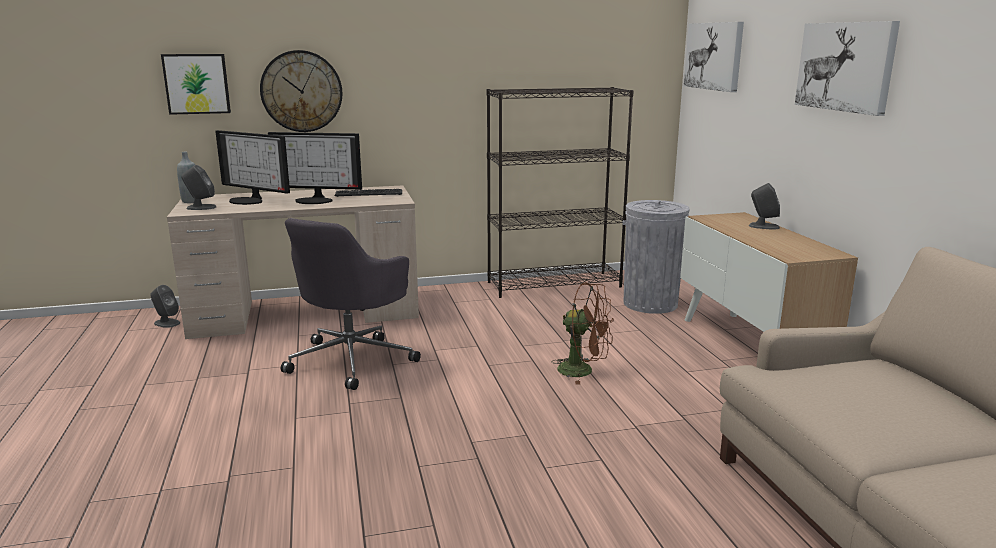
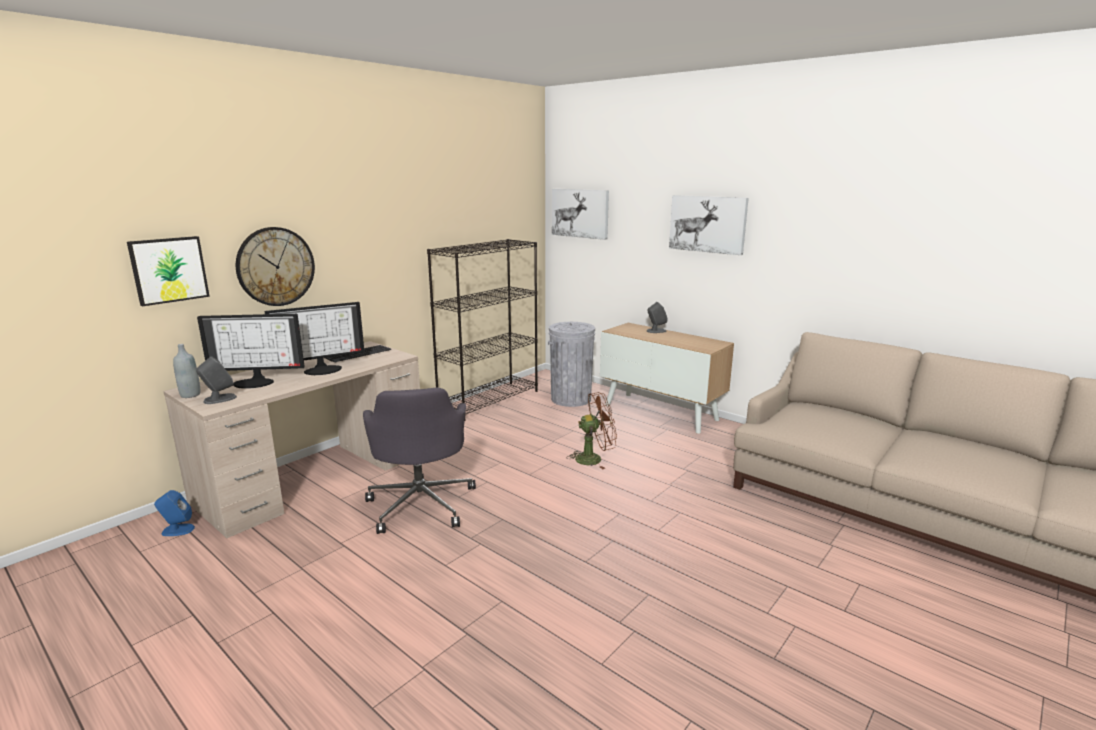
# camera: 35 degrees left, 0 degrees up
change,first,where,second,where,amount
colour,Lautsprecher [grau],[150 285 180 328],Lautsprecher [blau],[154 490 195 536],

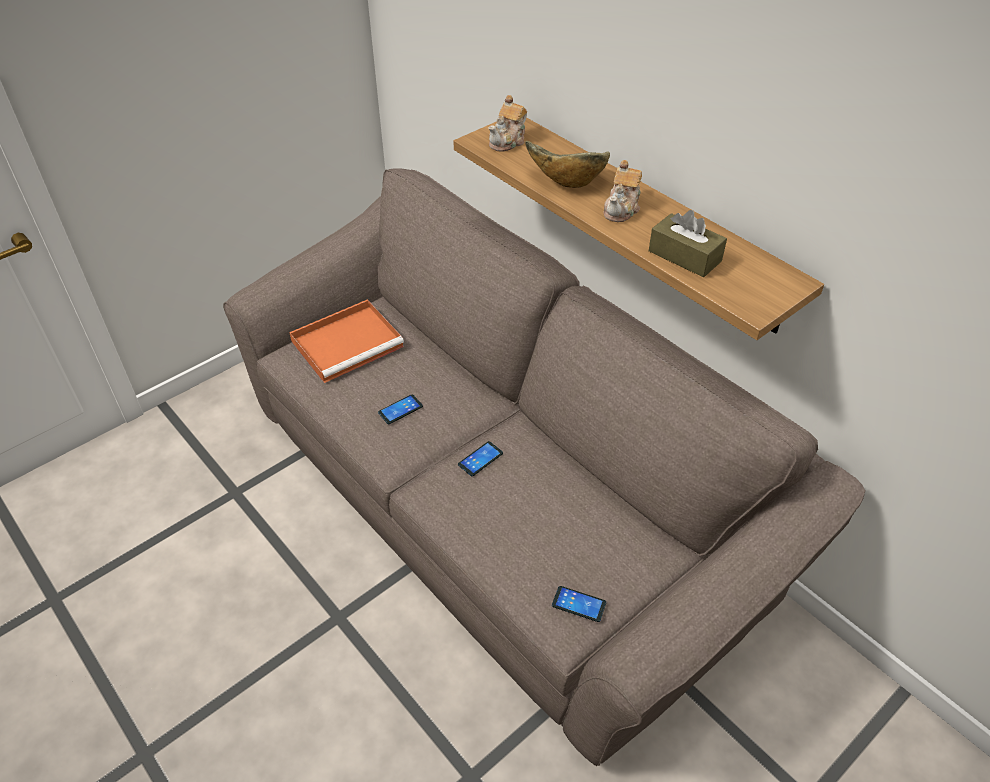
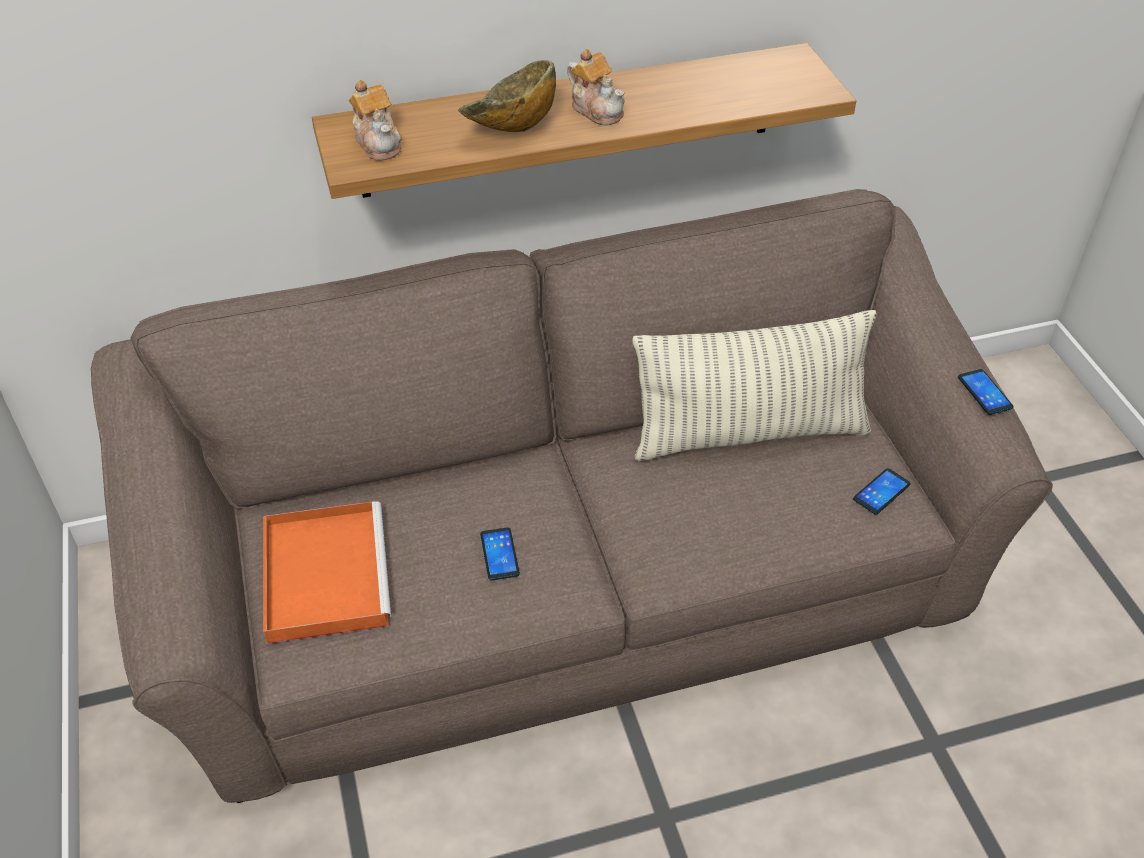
# camera: 65 degrees left, 0 degrees up
change,first,where,second,where,amount
missing,Taschentuchbox [braun],[649 210 727 277],,,
relocated,Handy,[458 441 503 476],,[958 369 1014 415],
appeared,,,Kissen,[632 310 877 461],

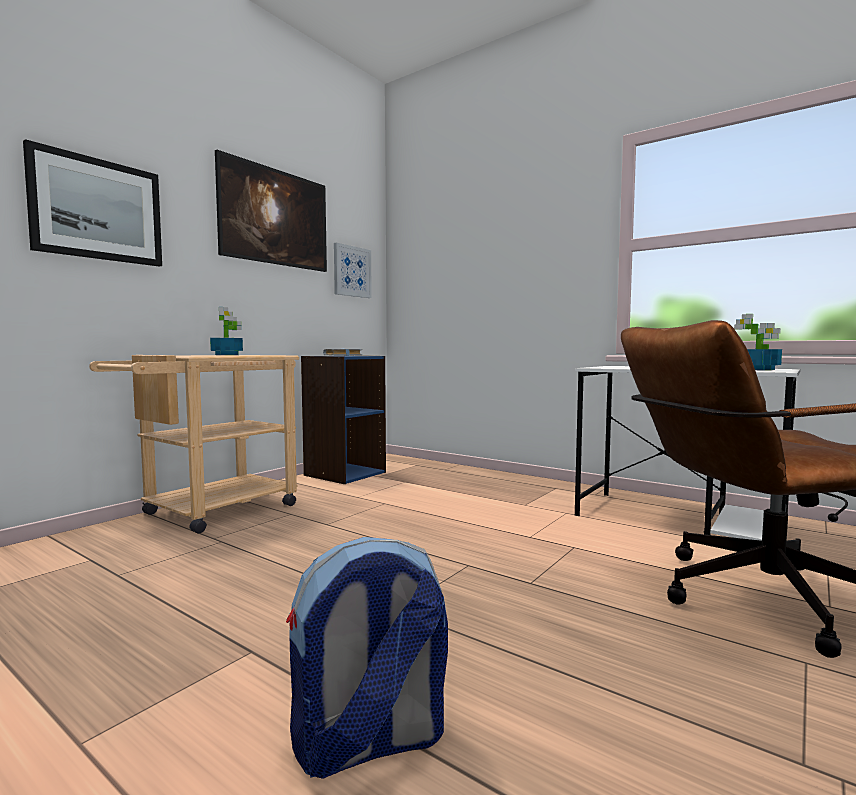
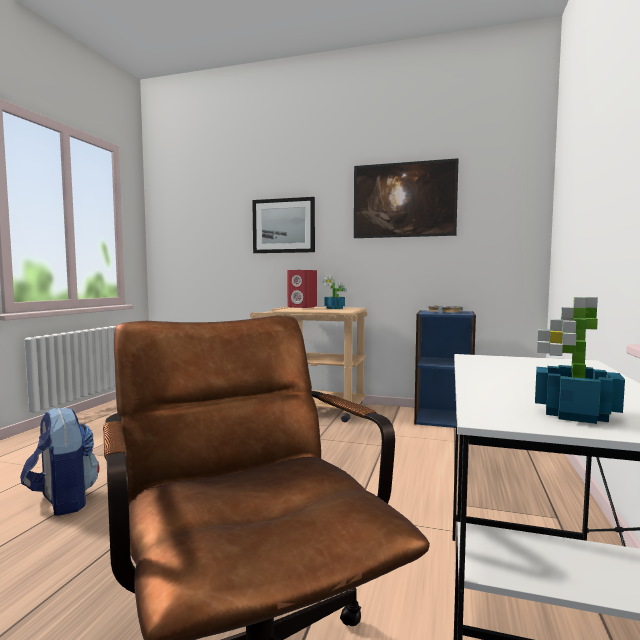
# camera: 70 degrees right, 0 degrees up
change,first,where,second,where,amount
missing,Bild,[334 243 372 298],,,
appeared,,,Lautsprecher [rot],[287 270 317 308],

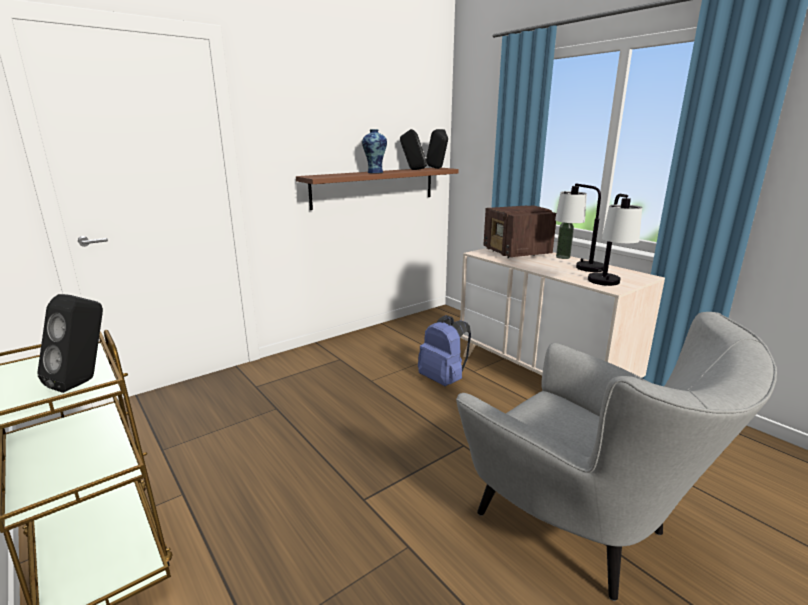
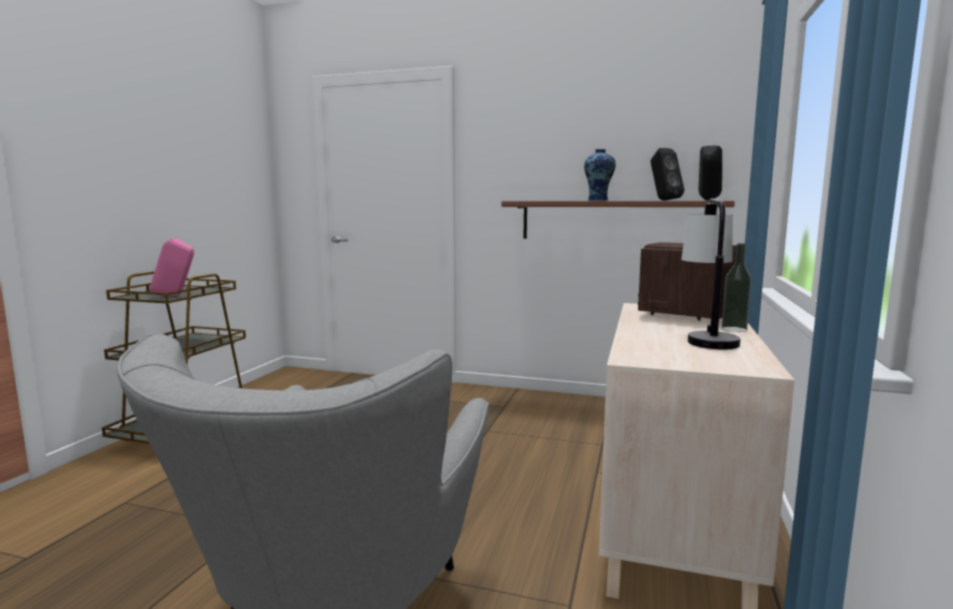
# camera: 55 degrees right, 10 degrees down
change,first,where,second,where,amount
missing,Tischlampe,[588 194 642 286],,,
colour,Lautsprecher [schwarz],[37 294 103 393],Lautsprecher [rosa],[150 238 194 296],
missing,Rucksack [blau],[418 315 471 386],,,

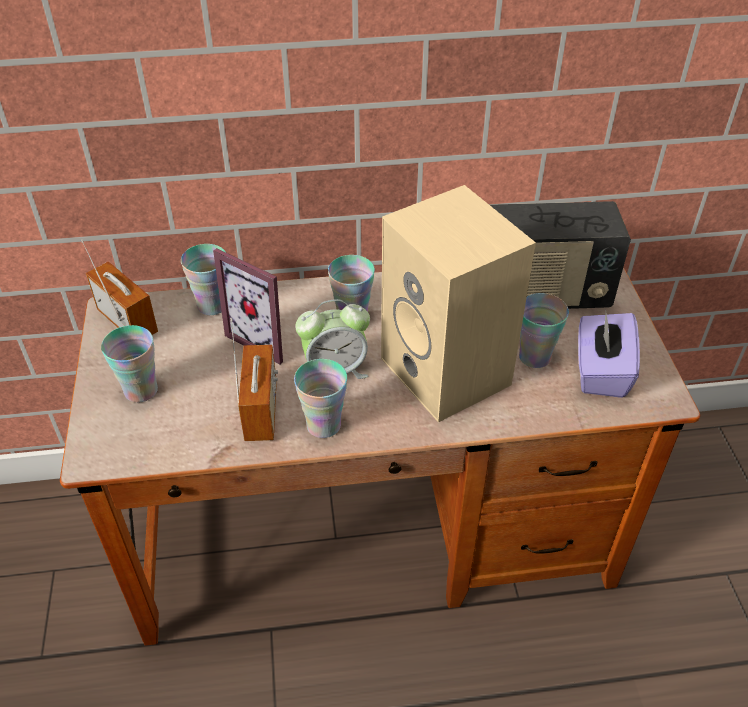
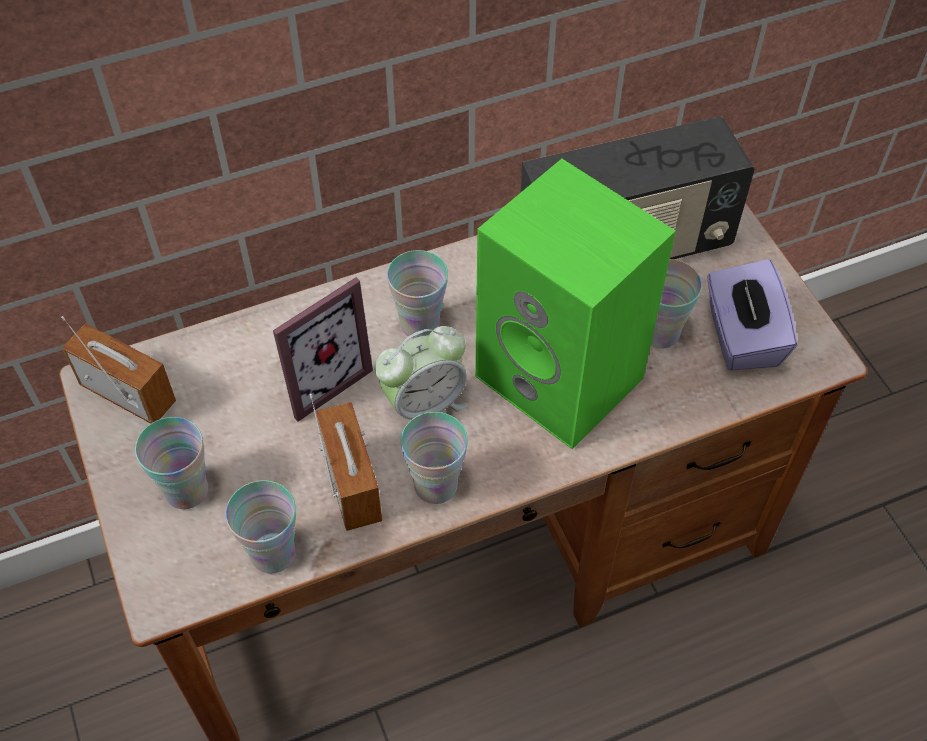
# camera: 15 degrees left, 10 degrees up
change,first,where,second,where,amount
colour,Lautsprecher [beige],[381 185 536 422],Lautsprecher [grün],[475 159 676 449],
relocated,Tasse,[181 244 226 315],,[225 480 296 574],
spun,Bilderrahmen,[213 248 283 365],,[273 278 373 422],60 degrees counterclockwise

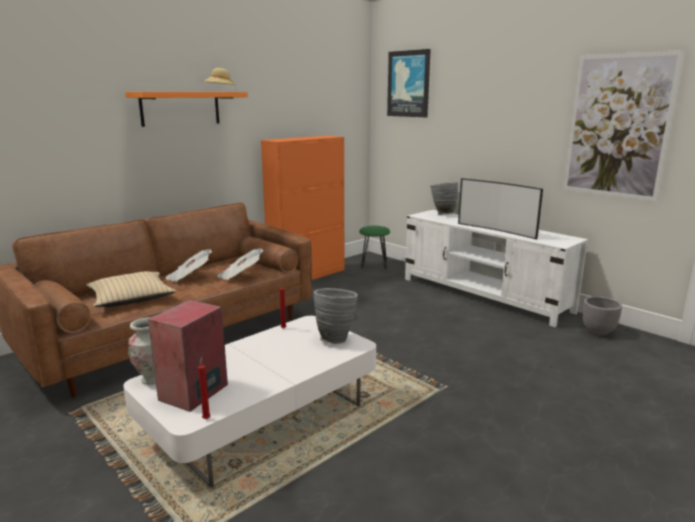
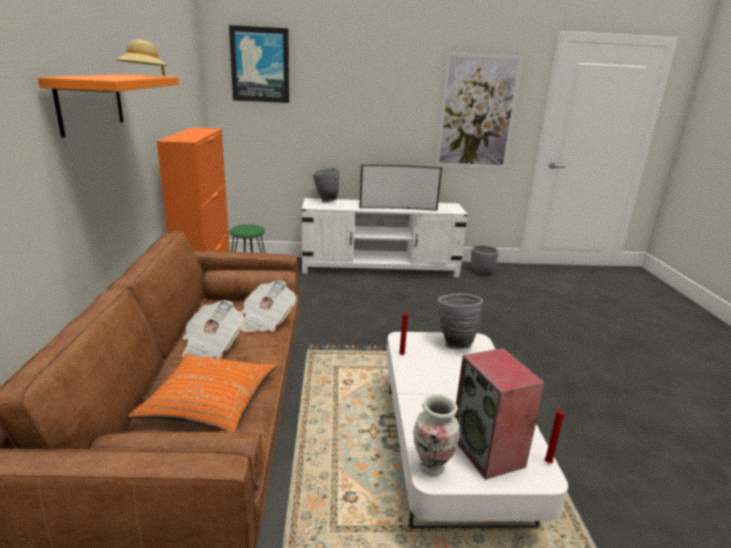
# camera: 50 degrees left, 5 degrees up
change,first,where,second,where,amount
colour,Kissen [beige],[86 271 176 307],Kissen [orange],[128 354 277 432],

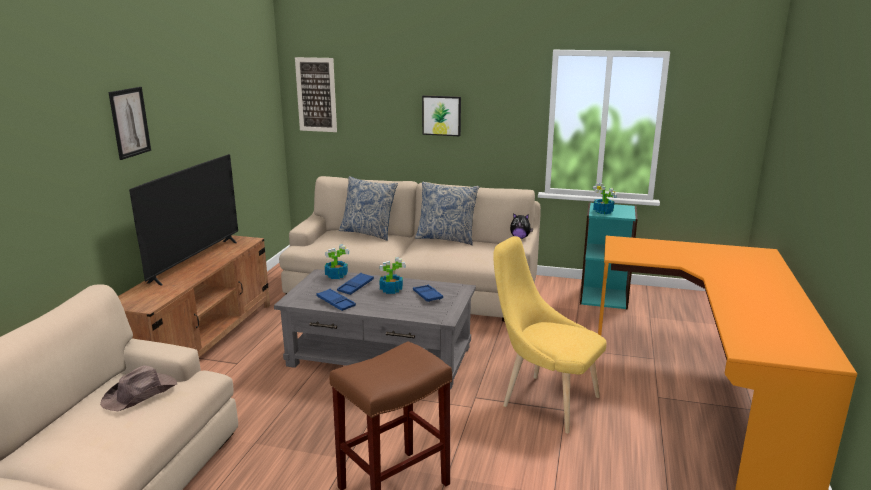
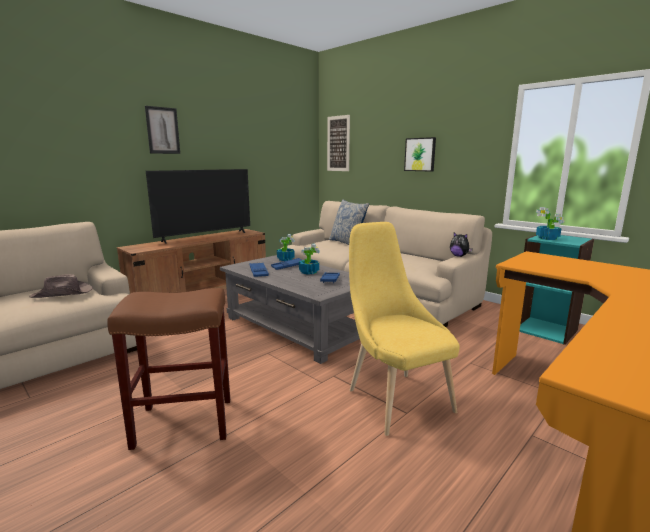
# camera: 30 degrees right, 5 degrees down
change,first,where,second,where,amount
missing,Kissen,[415 182 479 245],,,

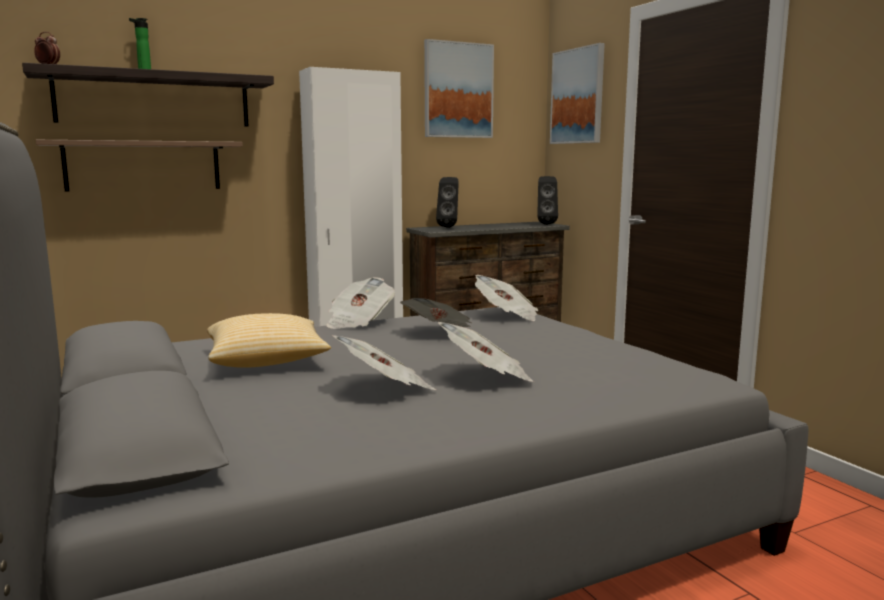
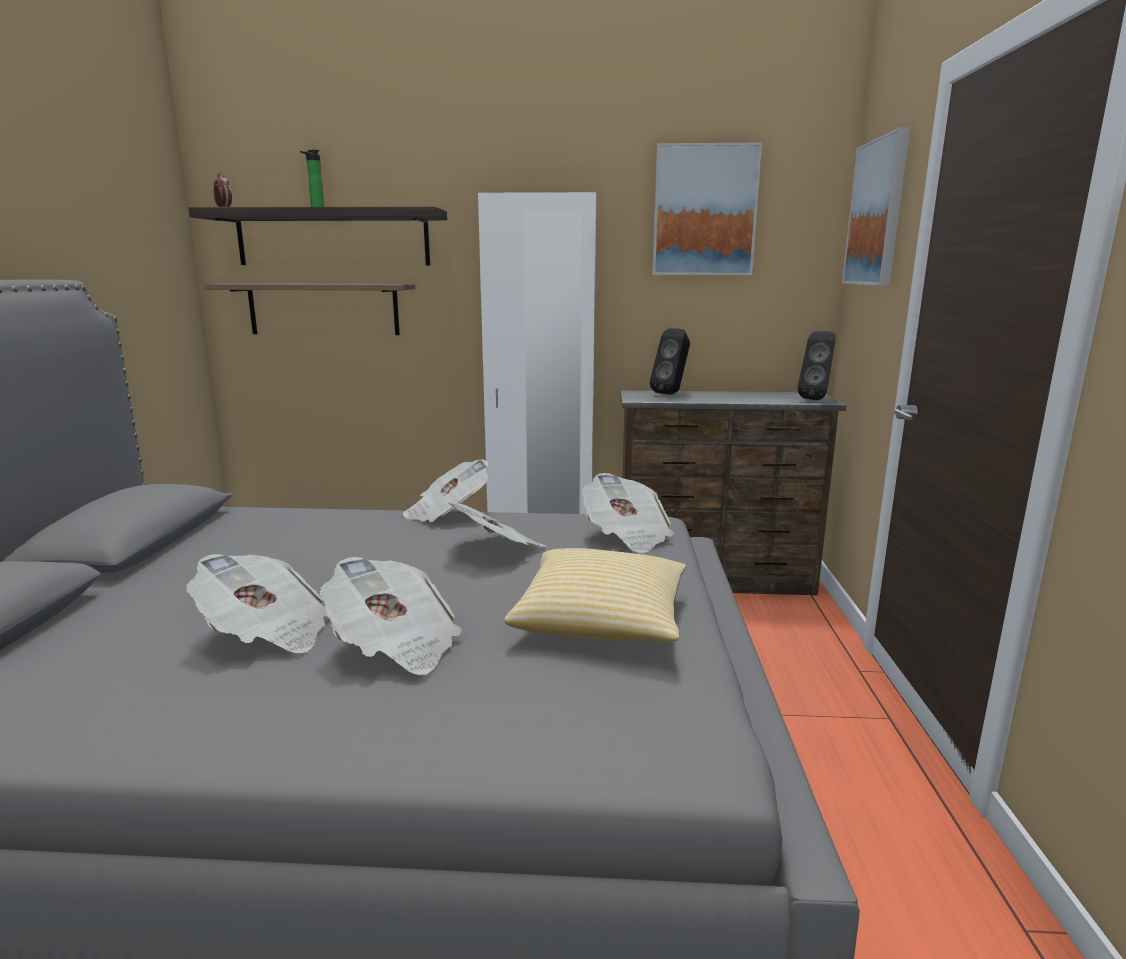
# camera: 30 degrees right, 5 degrees up
change,first,where,second,where,amount
relocated,Kissen,[207 313 331 368],,[504 548 686 642],

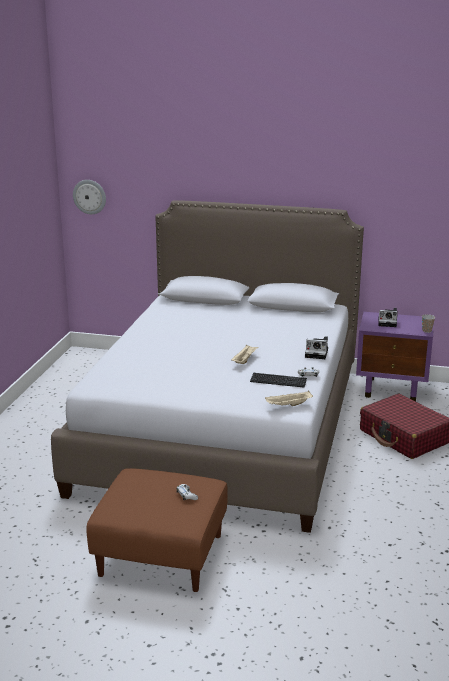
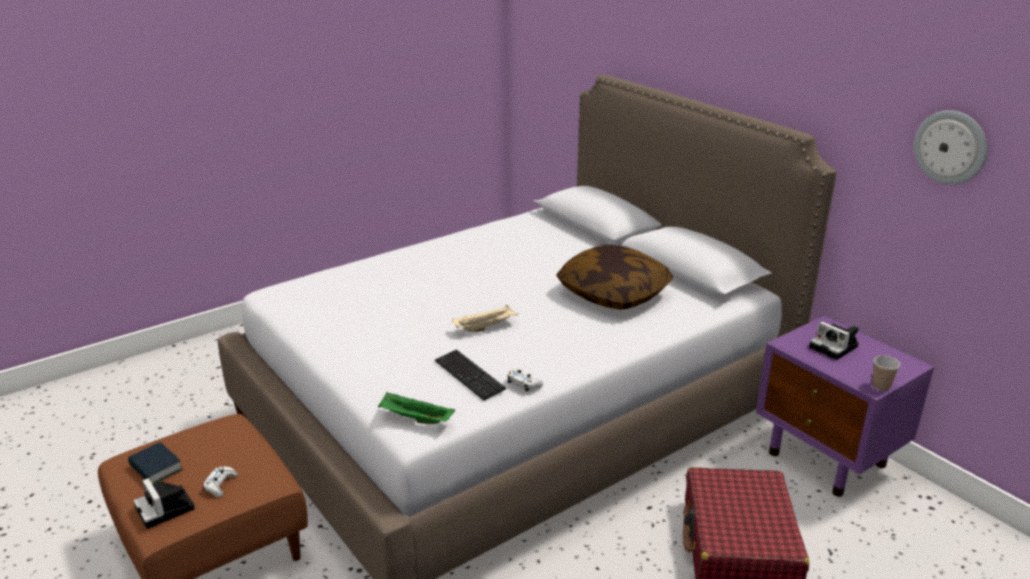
# camera: 40 degrees right, 5 degrees up
change,first,where,second,where,amount
relocated,Wanduhr,[73 180 106 214],,[914 110 987 185],
relocated,Kamera,[305 336 328 359],,[133 478 195 529],
colour,Tablett [beige],[265 391 313 406],Tablett [grün],[378 392 455 424],
appeared,,,Kissen,[556 244 673 310],
appeared,,,Buch,[128 442 182 484],

